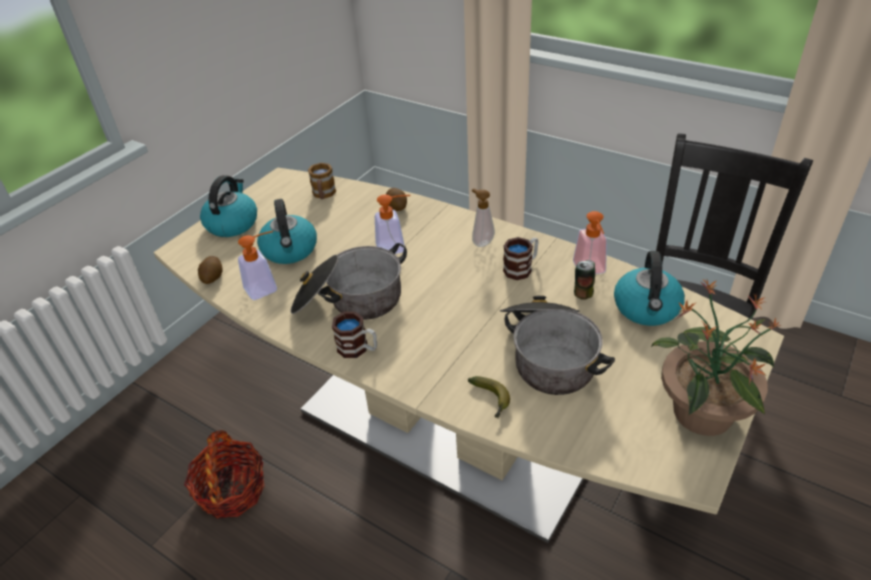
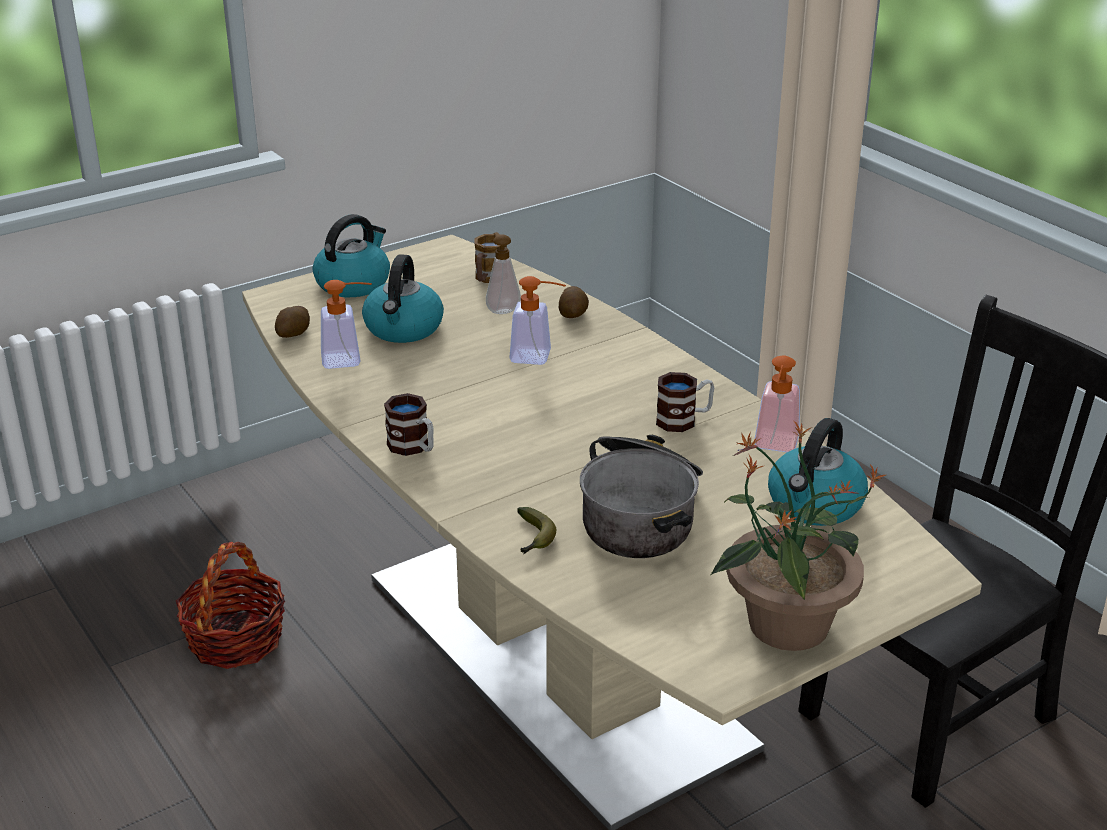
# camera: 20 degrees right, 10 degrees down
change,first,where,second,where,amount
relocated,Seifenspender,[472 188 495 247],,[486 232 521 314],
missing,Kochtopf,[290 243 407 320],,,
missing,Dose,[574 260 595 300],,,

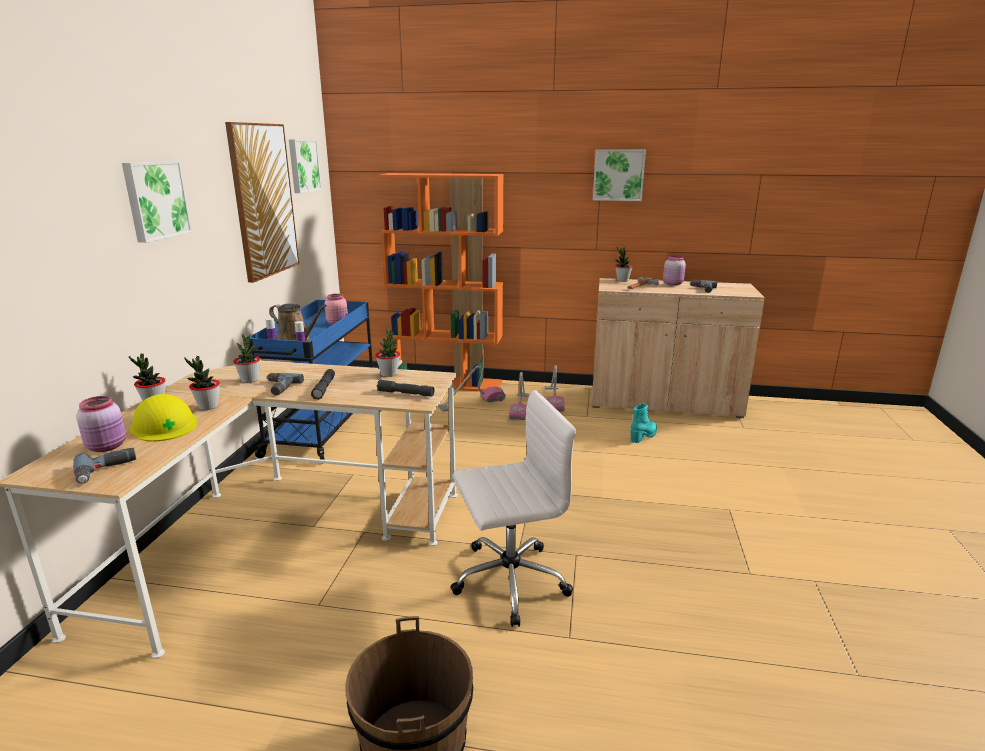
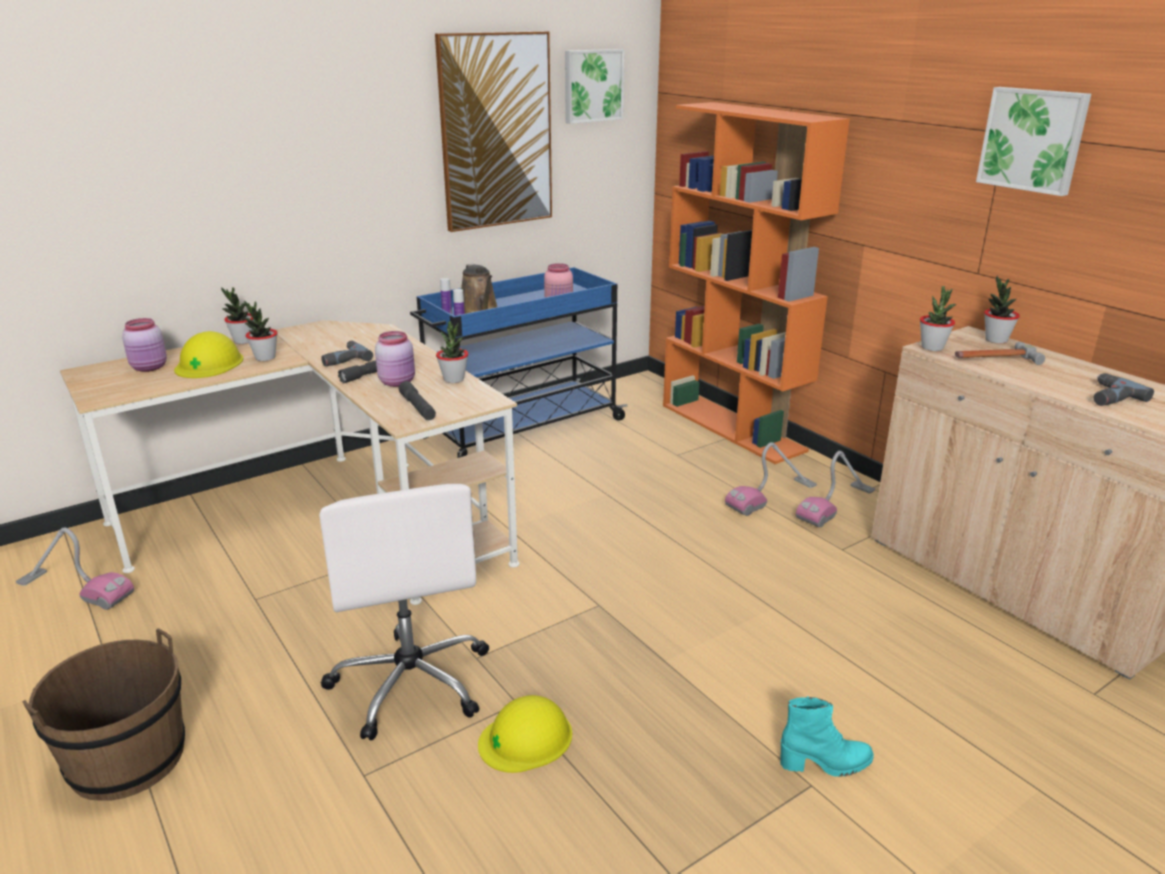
# camera: 45 degrees right, 5 degrees up
change,first,where,second,where,amount
missing,Bild,[122 161 193 243],,,
relocated,Vorratsglas [rosa],[663 256 686 286],,[375 331 415 387],
relocated,Topfpflanze,[233 334 260 383],,[920 286 956 351],
relocated,Staubsauger,[438 366 506 412],,[16 527 134 610],
spun,Bürostuhl [weiß],[451 390 576 627],,[319 484 489 740],45 degrees clockwise
relocated,Stiefel [türkis],[631 404 657 443],,[780 696 874 777],
missing,Bohrmaschine,[73 448 136 484],,,
appeared,,,Schutzhelm [gelb],[478 695 572 773],

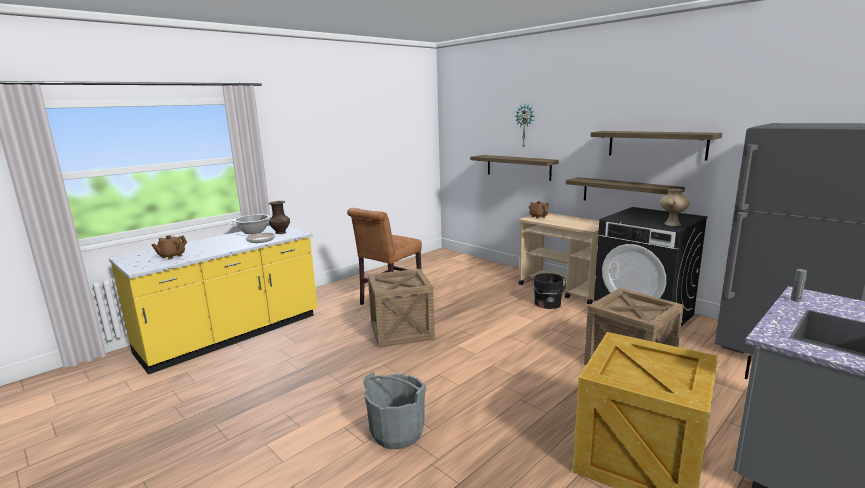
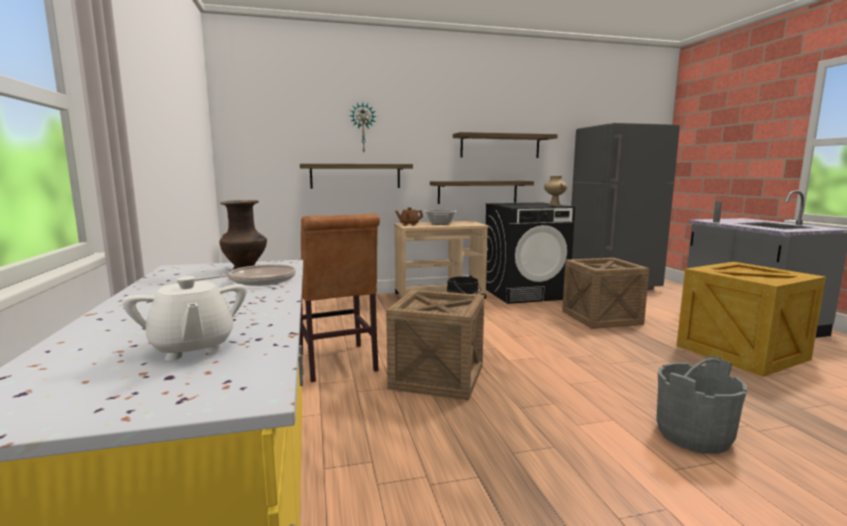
# camera: 60 degrees left, 5 degrees down
change,first,where,second,where,amount
relocated,Kochtopf,[230 214 272 234],,[424 210 457 225],
colour,Teekanne [braun],[151 235 187 259],Teekanne [weiß],[122 276 247 361],

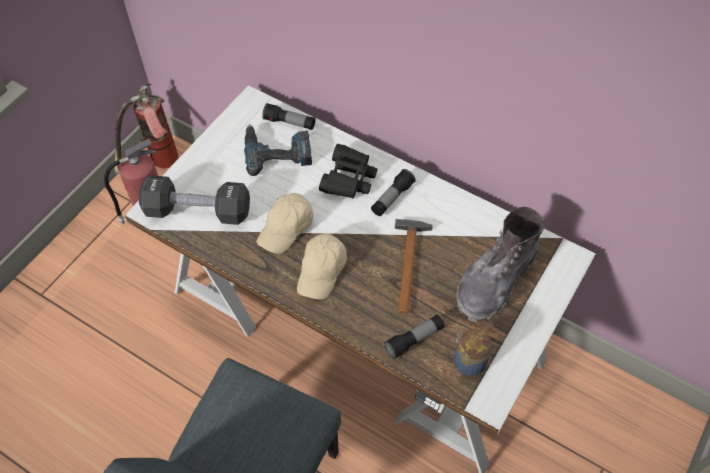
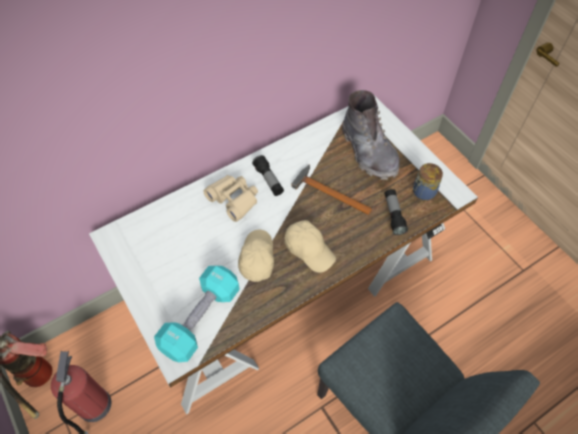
# camera: 65 degrees left, 0 degrees up
change,first,where,second,where,amount
missing,Taschenlampe,[262 103 315 130],,,
missing,Bohrmaschine,[244 124 312 176],,,
colour,Fernglas [schwarz],[319 144 377 199],Fernglas [beige],[203 175 258 222],
colour,Hantel [schwarz],[139 175 250 225],Hantel [türkis],[154 266 240 362],
spun,Kappe [beige],[256 193 313 254],,[238 230 274 282],150 degrees counterclockwise

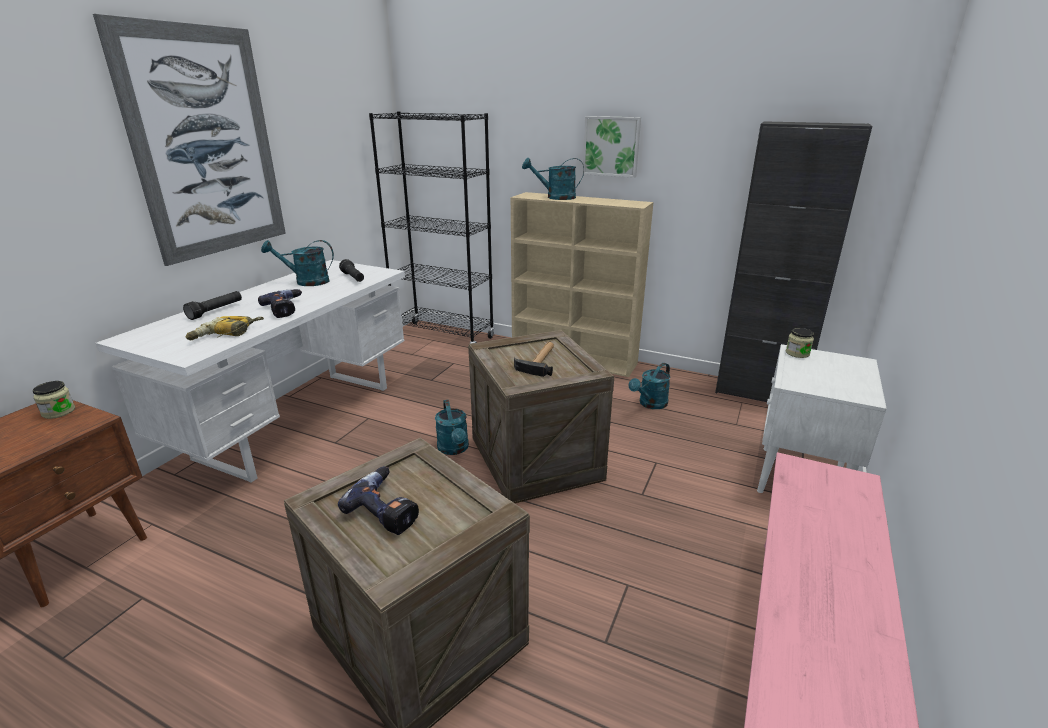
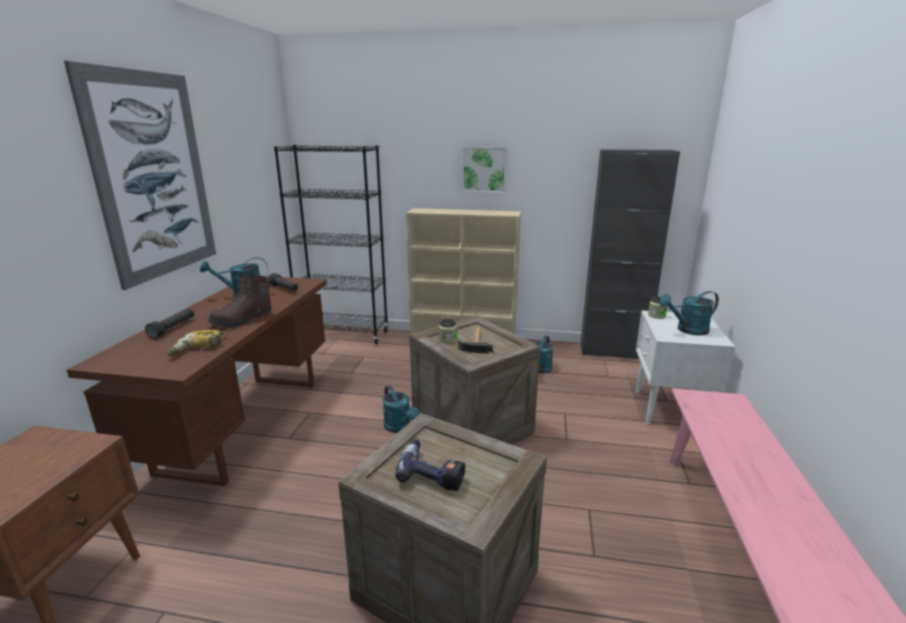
# camera: 15 degrees left, 5 degrees down
change,first,where,second,where,amount
relocated,Gießkanne [türkis],[522 158 584 200],,[659 291 719 335],
colour,Schreibtisch [weiß],[96 260 405 483],Schreibtisch [braun],[67 276 327 486],
exchanged,Bohrmaschine,[258 289 302 318],Stiefel [braun],[208 275 272 328],
relocated,Vorratsglas,[33 381 75 419],,[438 319 457 343],

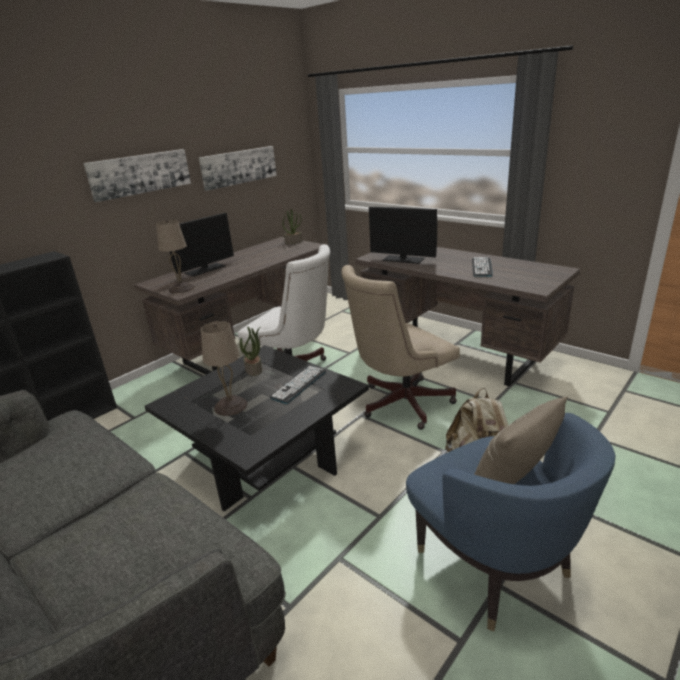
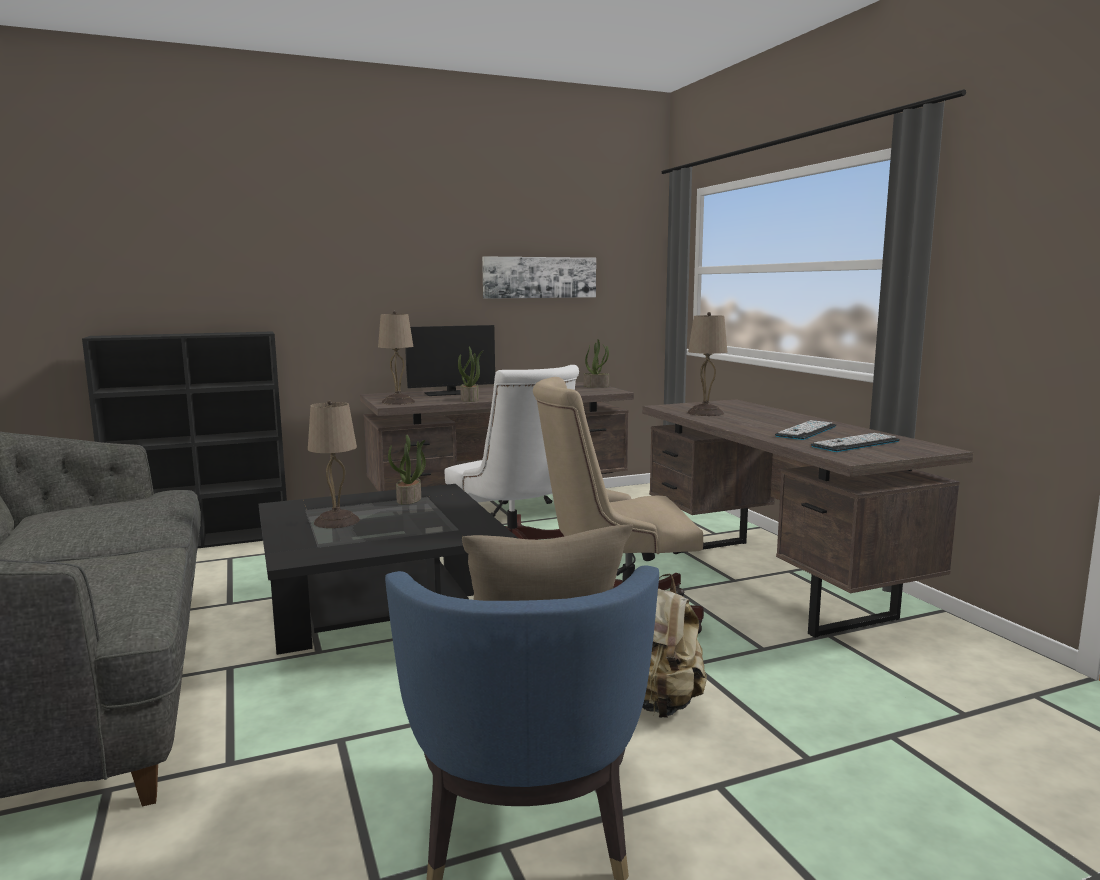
# camera: 25 degrees right, 15 degrees down
change,first,where,second,where,amount
missing,Bild,[83 149 191 202],,,
exchanged,Monitor,[369 207 437 264],Tischlampe [beige],[687 312 727 416],
relocated,Tastatur,[270 366 326 404],,[811 433 900 452],
appeared,,,Topfpflanze,[458 347 483 402],

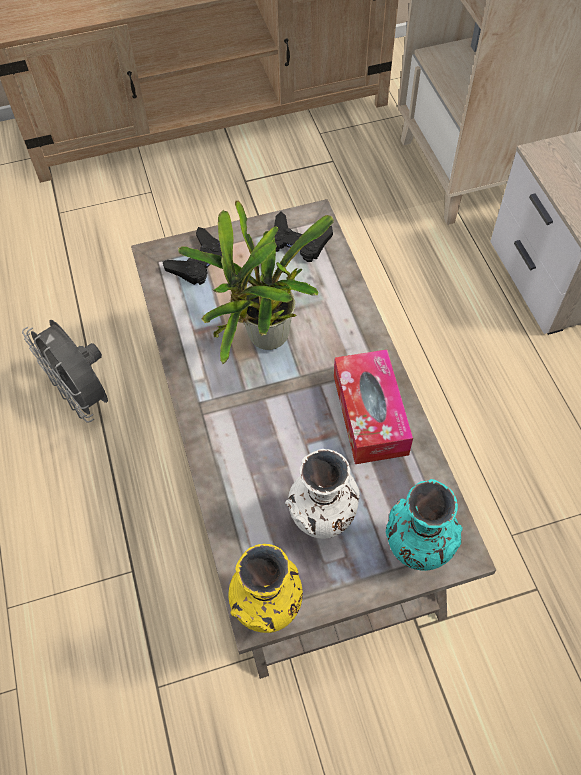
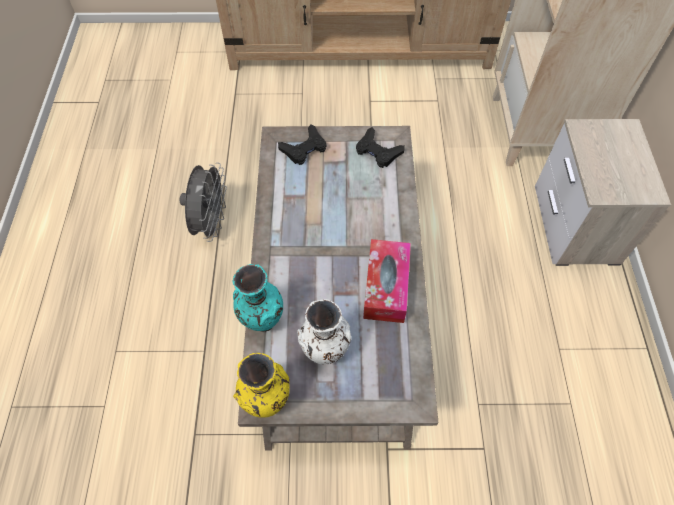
# camera: 15 degrees right, 0 degrees up
change,first,where,second,where,amount
missing,Topfpflanze,[178 201 334 364],,,
spun,Ventilator [grau],[22 320 108 423],,[180 162 227 242],150 degrees counterclockwise
relocated,Vase [türkis],[386 479 463 571],,[232 264 283 332],

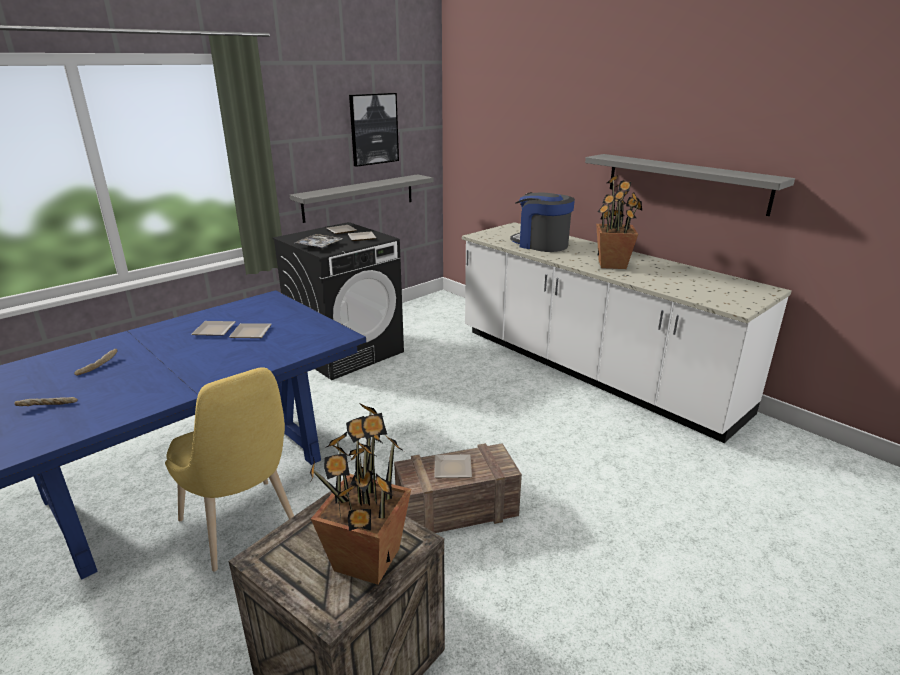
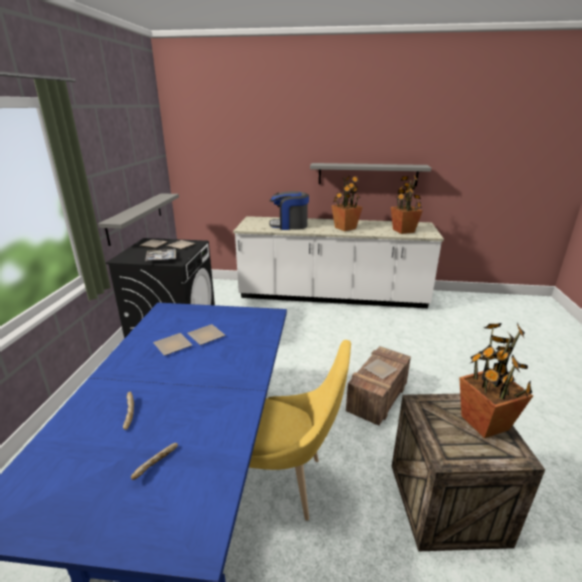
# camera: 40 degrees left, 0 degrees up
change,first,where,second,where,amount
missing,Bild,[349 93 399 167],,,
appeared,,,Topfpflanze,[391 175 423 234],

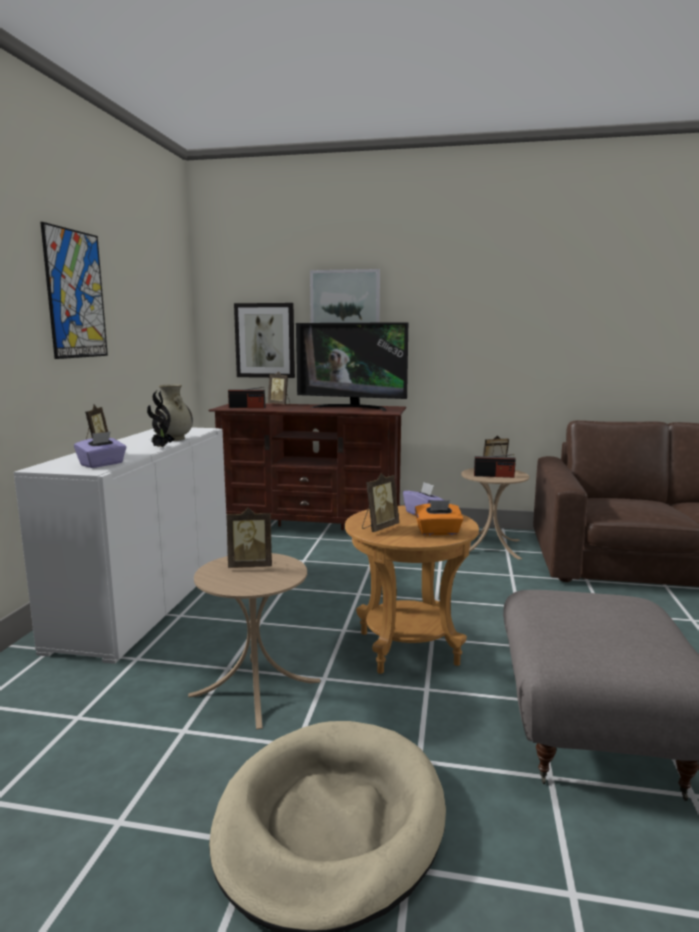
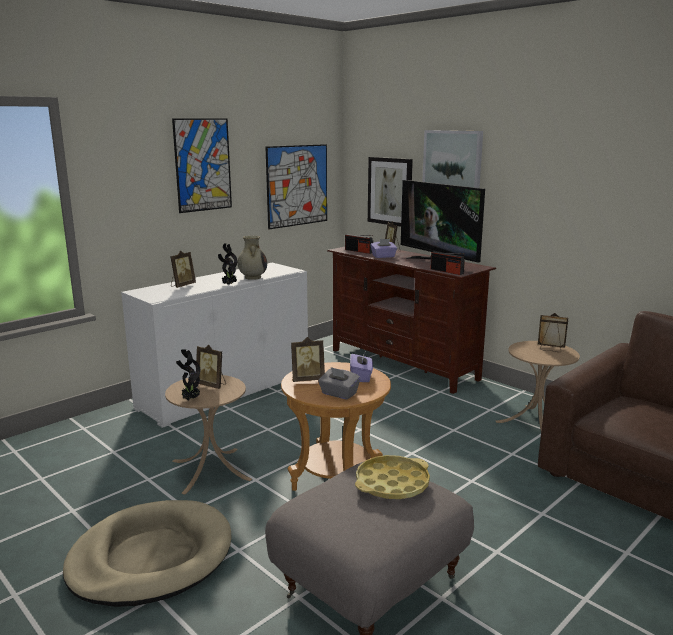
# camera: 35 degrees right, 5 degrees up
change,first,where,second,where,amount
relocated,Taschentuchbox [lila],[74 431 126 468],,[371 239 397 258],
relocated,Radio,[474 454 516 478],,[430 251 465 275],
colour,Taschentuchbox [orange],[415 500 464 536],Taschentuchbox [grau],[318 367 360 400],
appeared,,,Bild,[265 144 327 229],
appeared,,,Topfpflanze,[176 349 201 401],
appeared,,,Tablett [gelb],[355 455 430 499],

